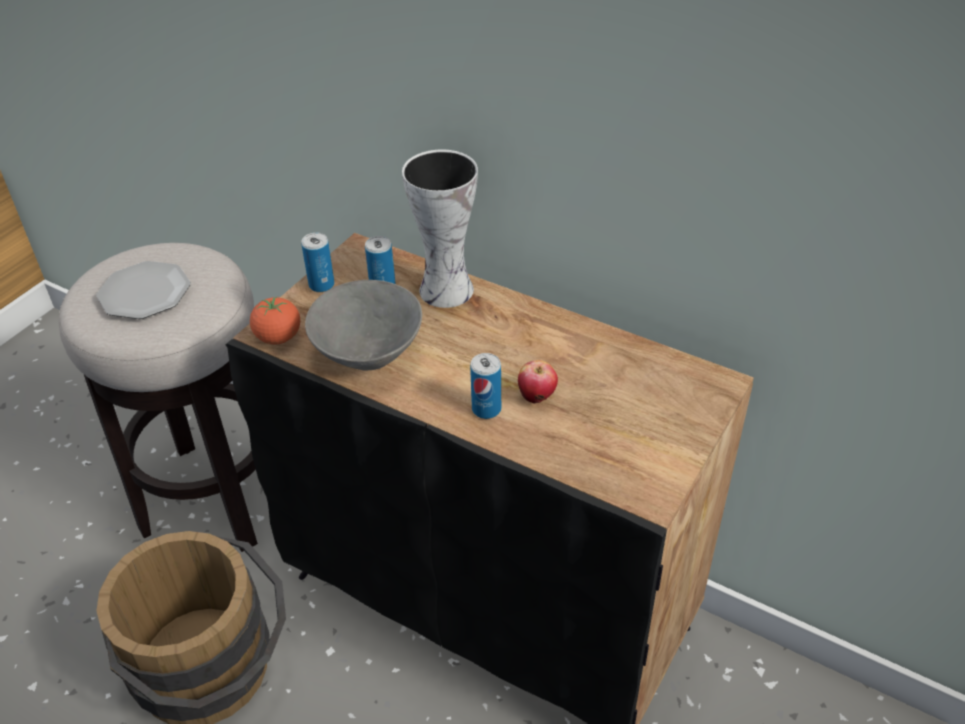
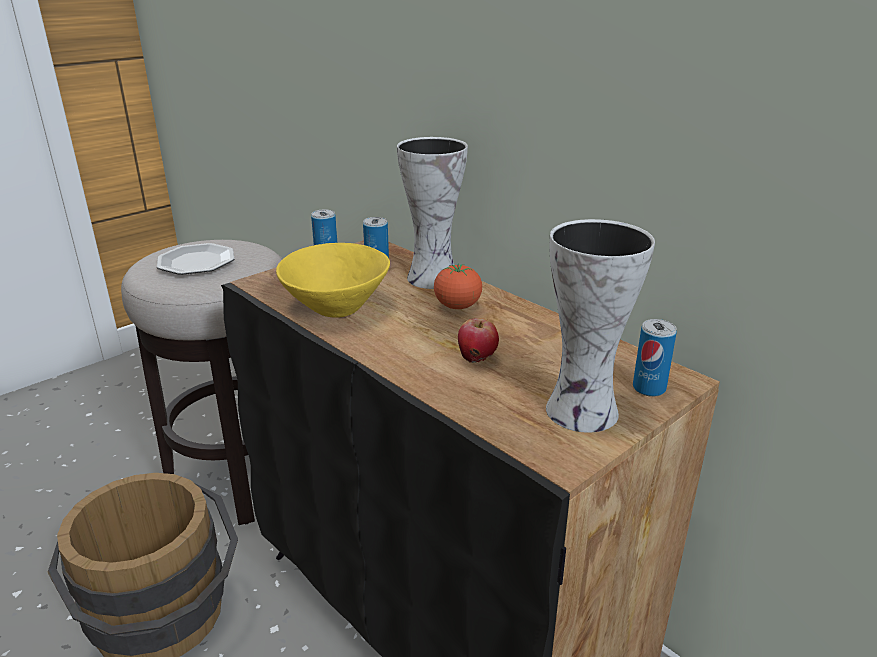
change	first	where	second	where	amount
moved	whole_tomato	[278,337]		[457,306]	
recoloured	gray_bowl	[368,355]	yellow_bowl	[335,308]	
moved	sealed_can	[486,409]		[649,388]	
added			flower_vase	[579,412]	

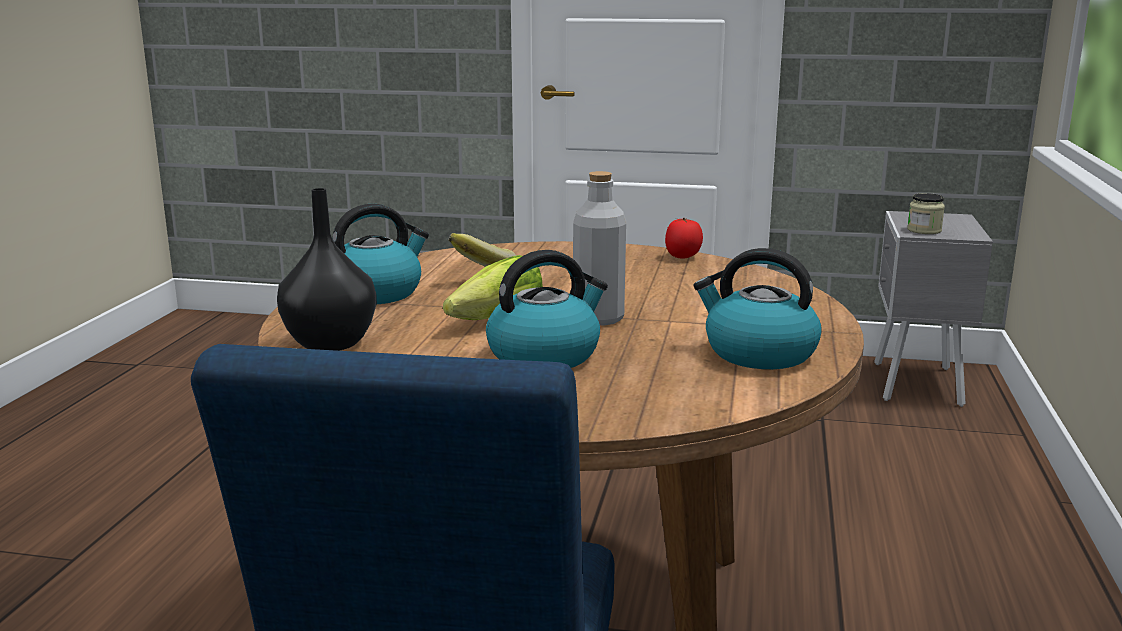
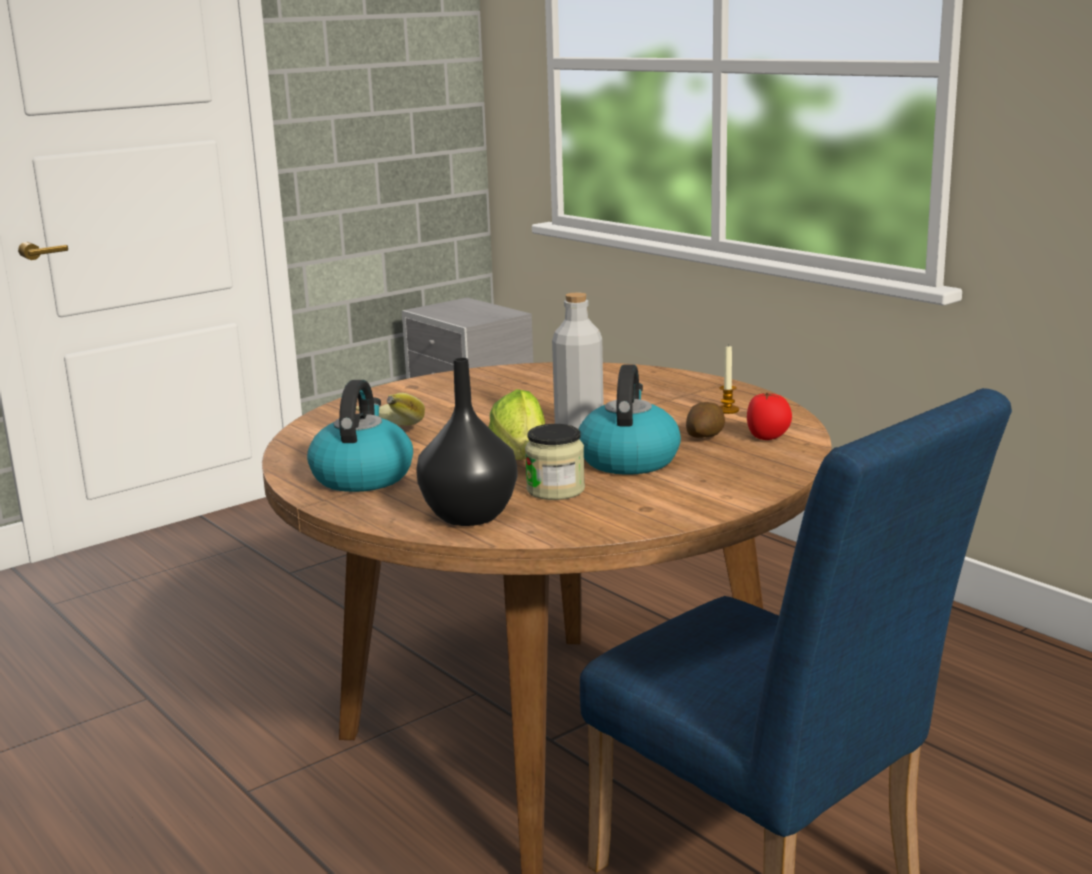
change	first	where	second	where	amount
moved	whole_tomato	[683,257]		[768,437]	
replaced	water_kettle	[758,353]	candle	[727,410]	
moved	storage_jar	[924,230]		[555,490]	
added			whole_potato	[705,436]	

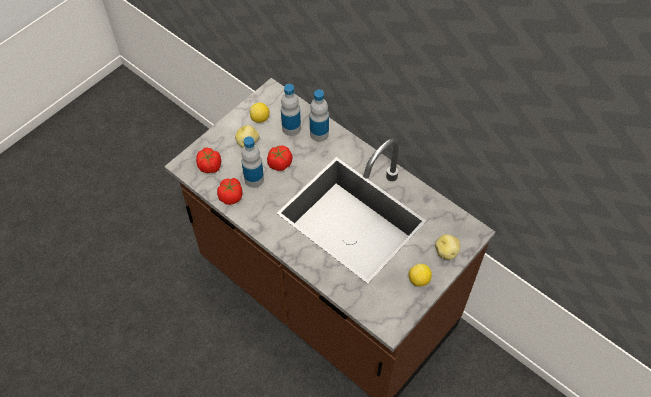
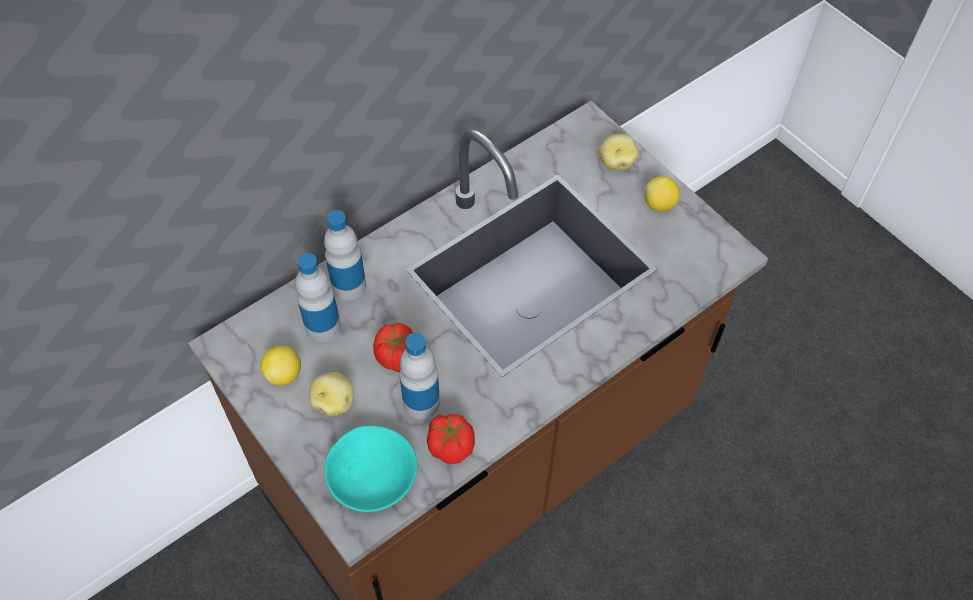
change	first	where	second	where	amount
replaced	whole_tomato	[210,166]	blue-green_bowl	[372,475]	

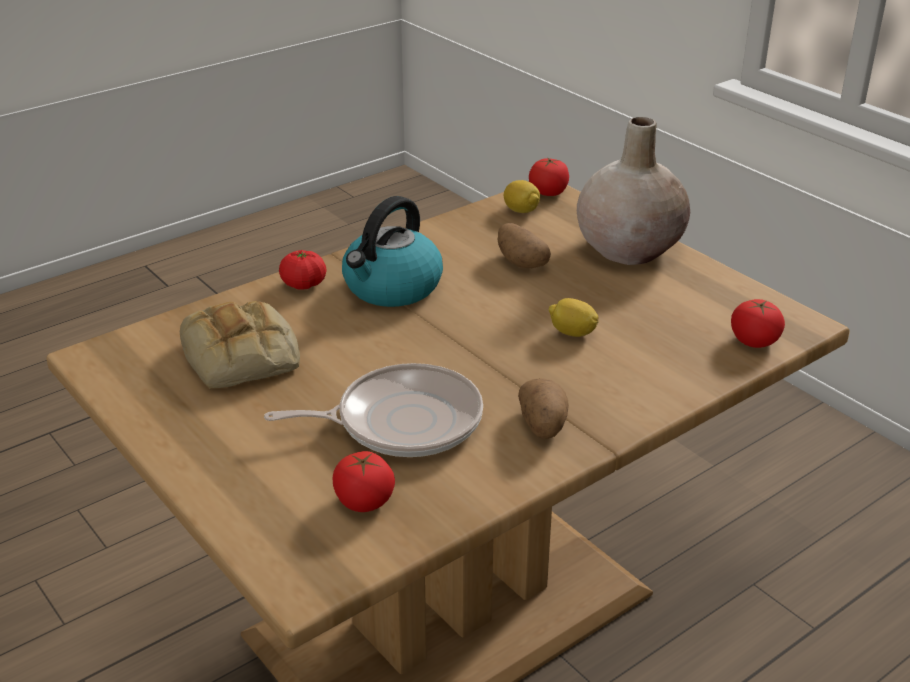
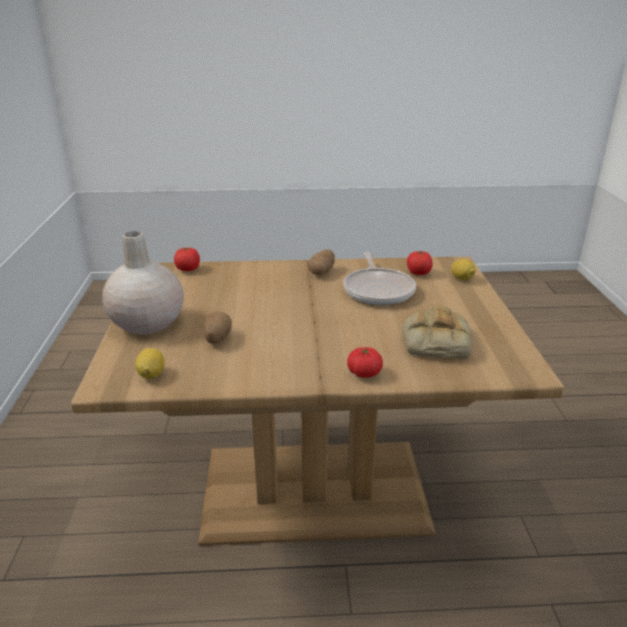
change	first	where	second	where	amount
turned	skillet	[401,421]		[378,290]	120 degrees counterclockwise
removed	water_kettle	[392,288]			
removed	whole_tomato	[548,193]			
moved	citrus_fruit	[572,333]		[462,279]	

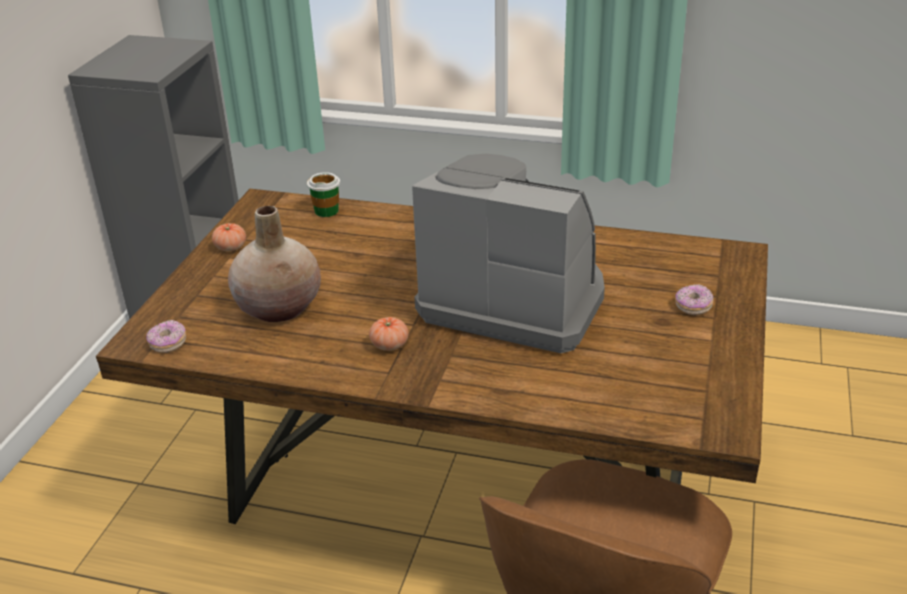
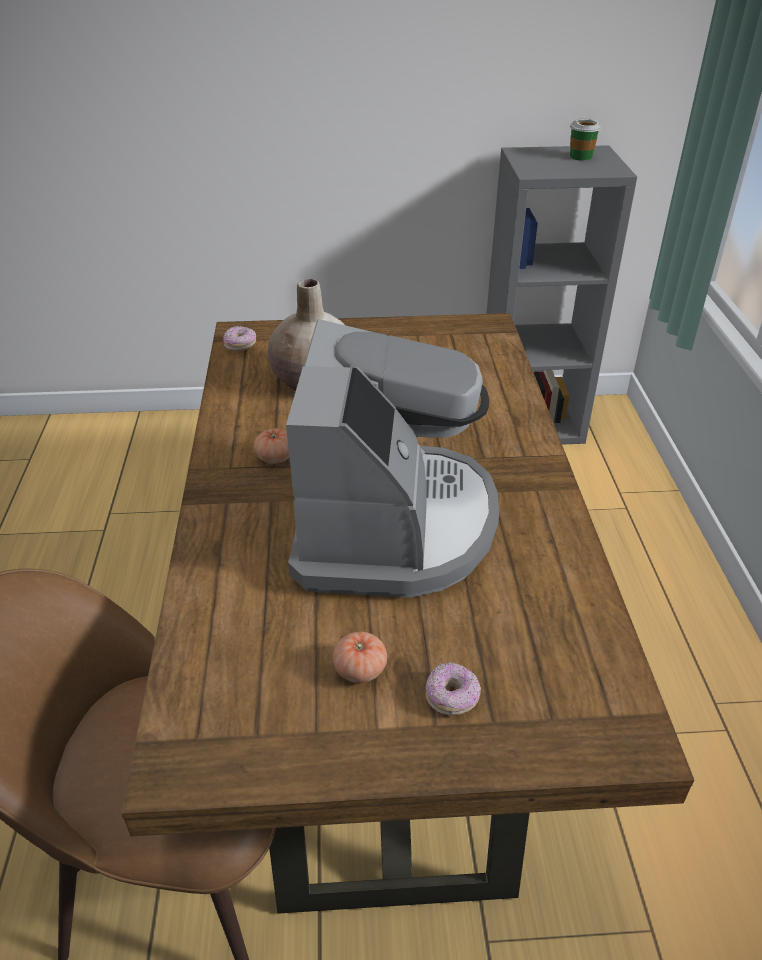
change	first	where	second	where	amount
moved	whole_tomato	[230,247]		[360,669]	
moved	drinking_cup	[326,211]		[581,157]	

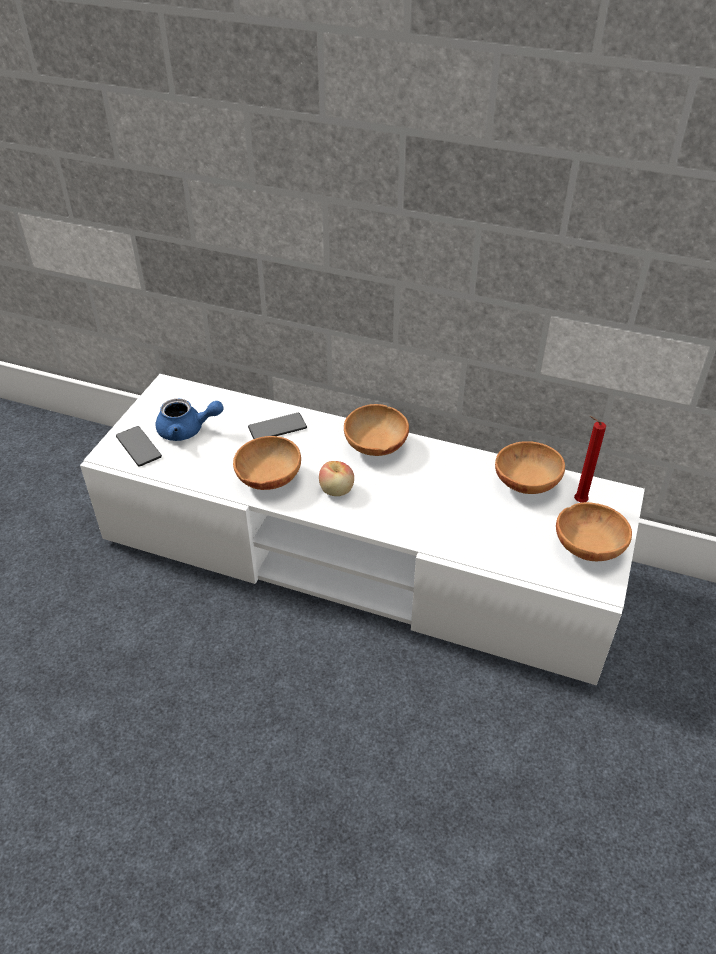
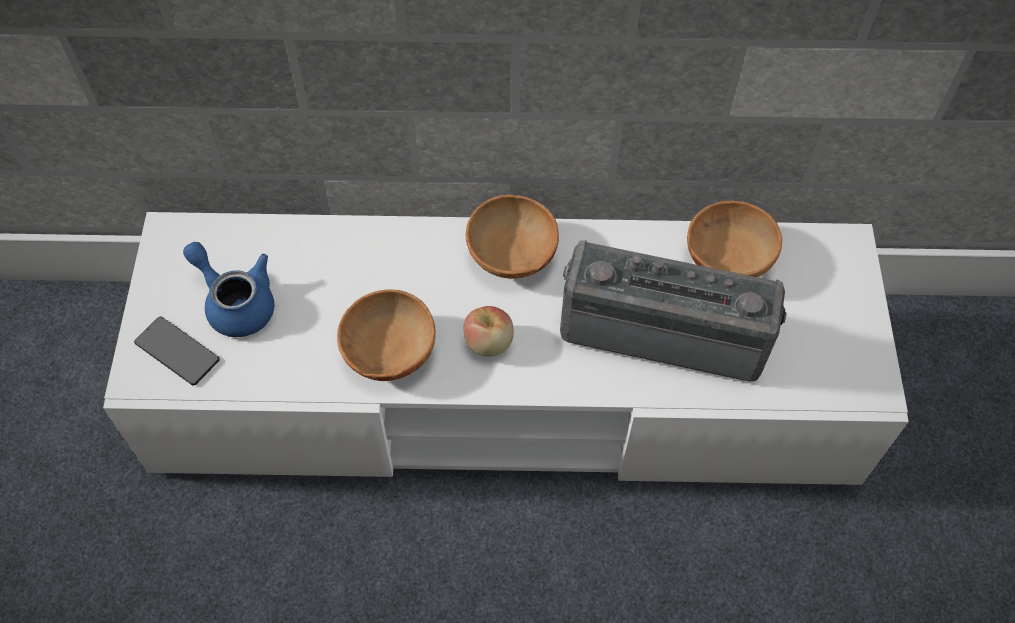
change	first	where	second	where	amount
turned	blue-coloured_teapot	[187,430]		[236,302]	120 degrees counterclockwise
removed	handset	[277,428]			
removed	brown_bowl	[588,547]			
removed	red_candle	[577,501]			
added			radio	[664,328]	

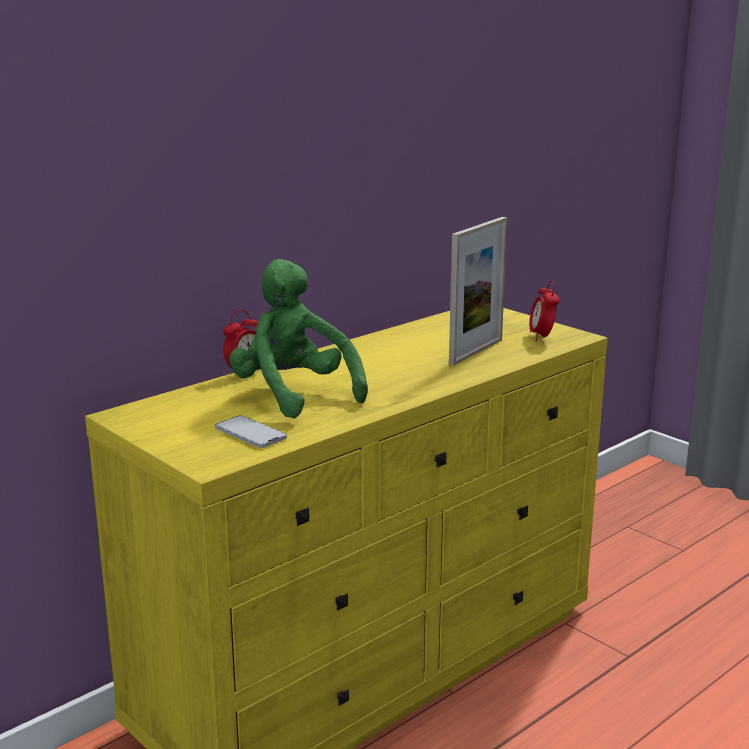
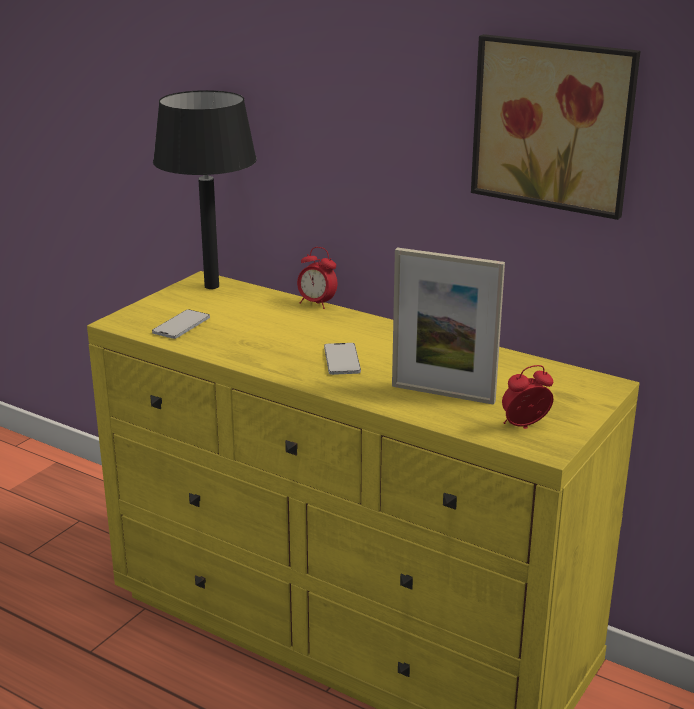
change	first	where	second	where	amount
removed	green_soft_toy	[294,395]			
added			black-coloured_lamp_for_a_table	[211,286]	
added			handset	[342,360]	
added			picture	[555,123]	

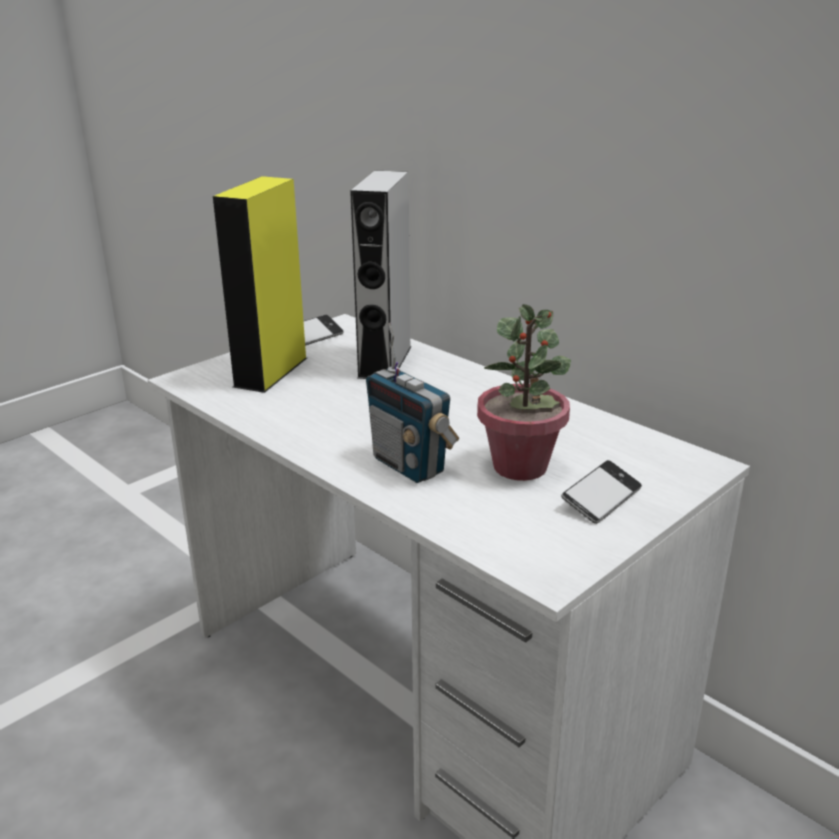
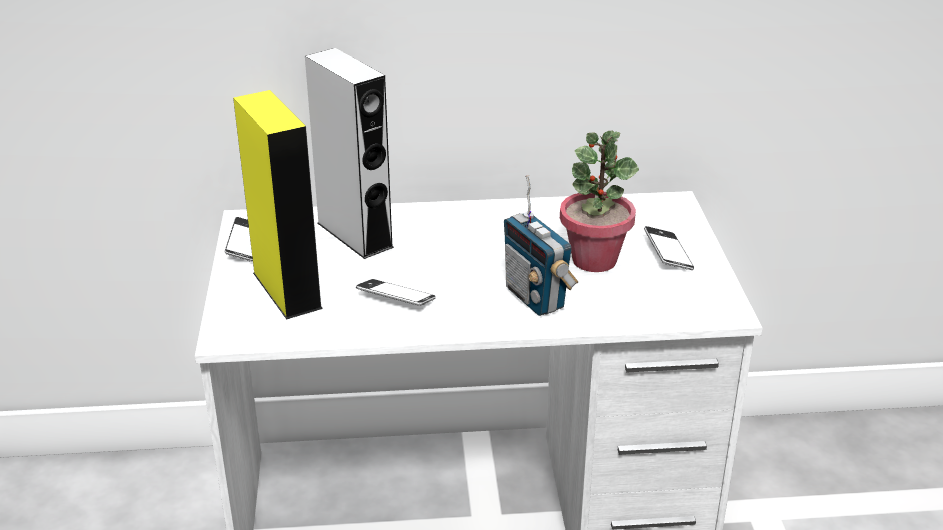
change	first	where	second	where	amount
turned	radio	[409,465]		[536,298]	60 degrees clockwise
added			handset	[396,298]	

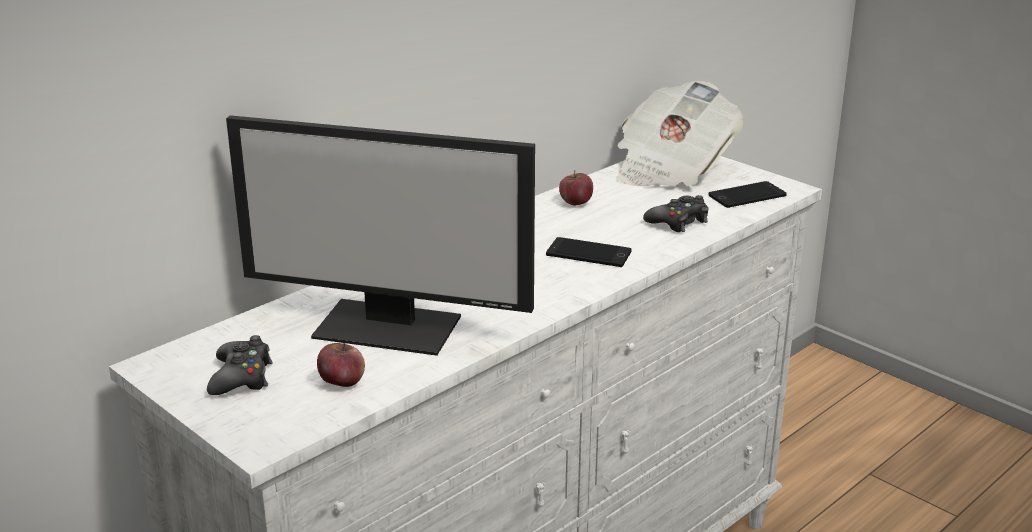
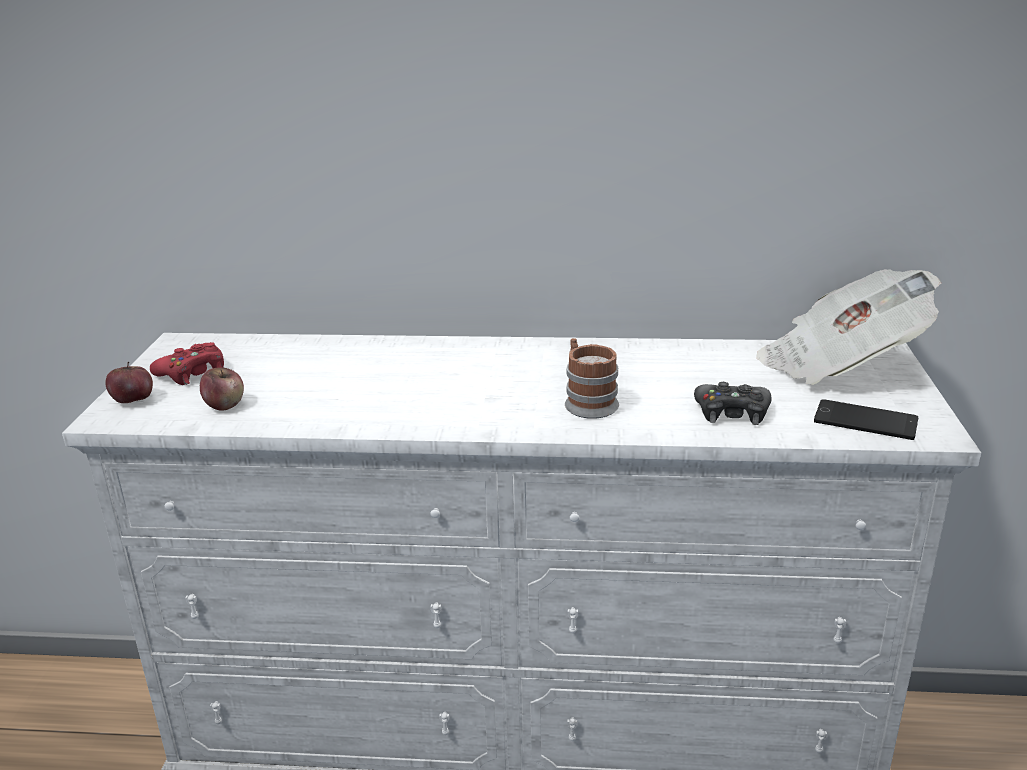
change	first	where	second	where	amount
recoloured	black-coloured_gamepad	[241,377]	red_gamepad	[192,372]	
removed	computer_screen	[390,326]			
replaced	handset	[588,253]	coffee_mug	[587,402]	
moved	whole_apple	[575,203]		[133,400]	

